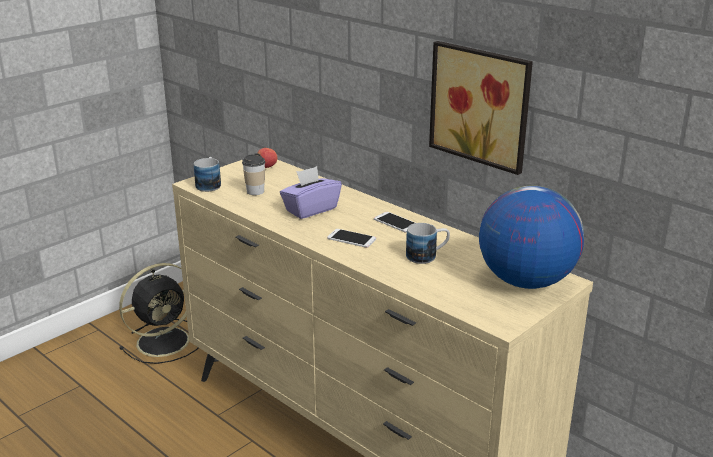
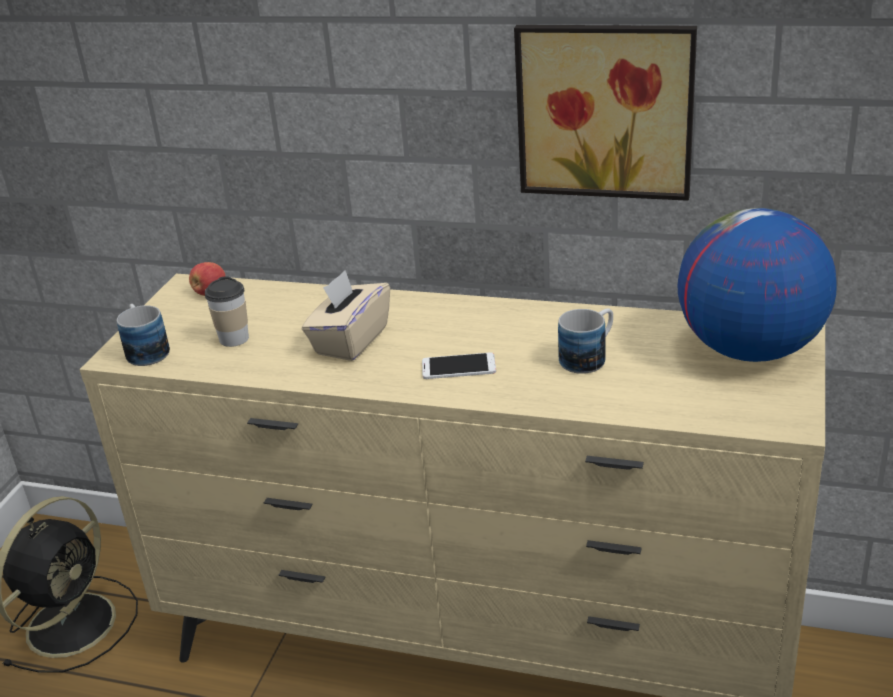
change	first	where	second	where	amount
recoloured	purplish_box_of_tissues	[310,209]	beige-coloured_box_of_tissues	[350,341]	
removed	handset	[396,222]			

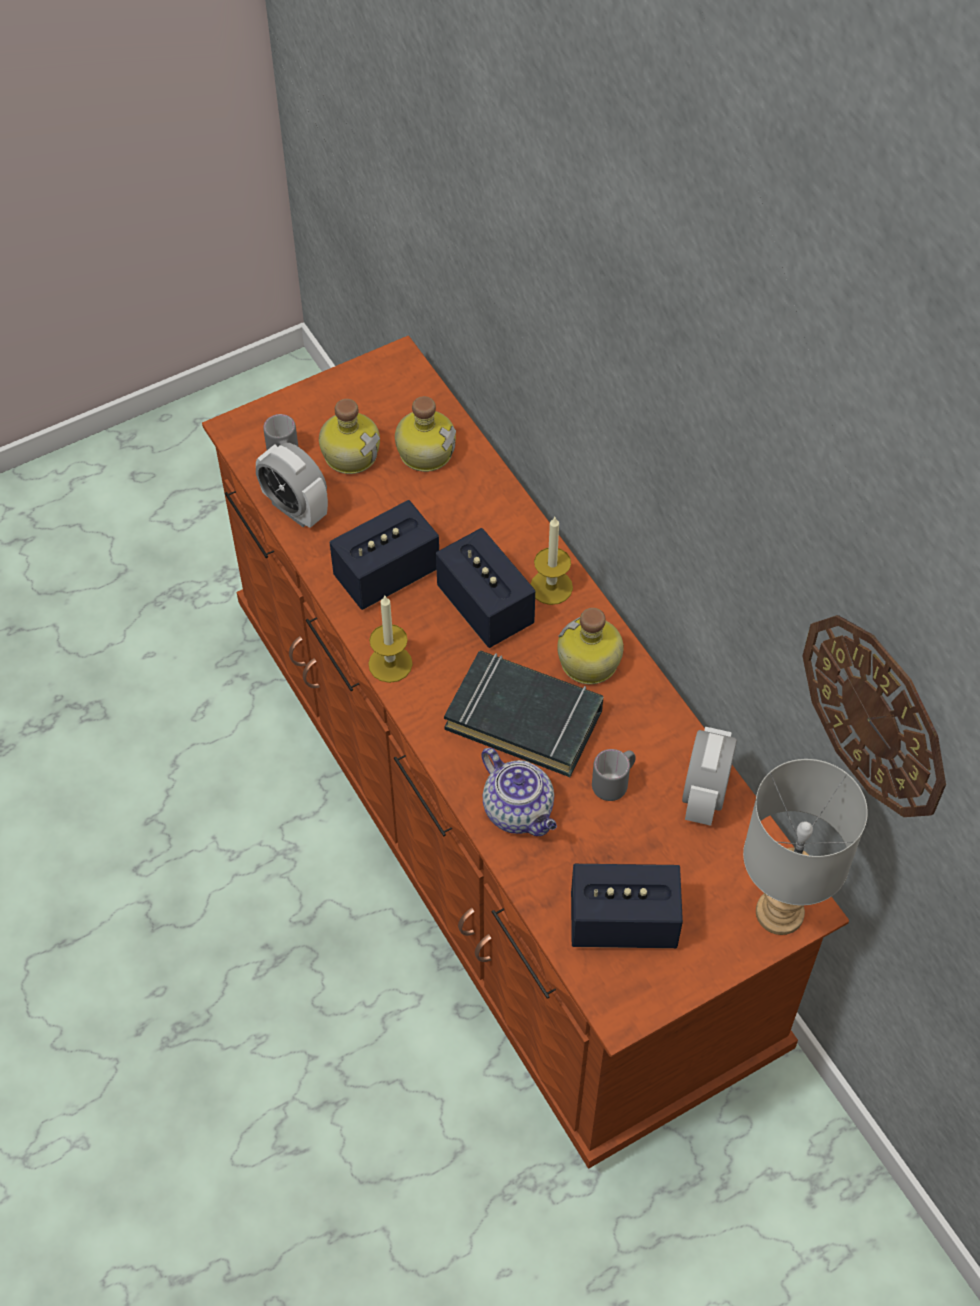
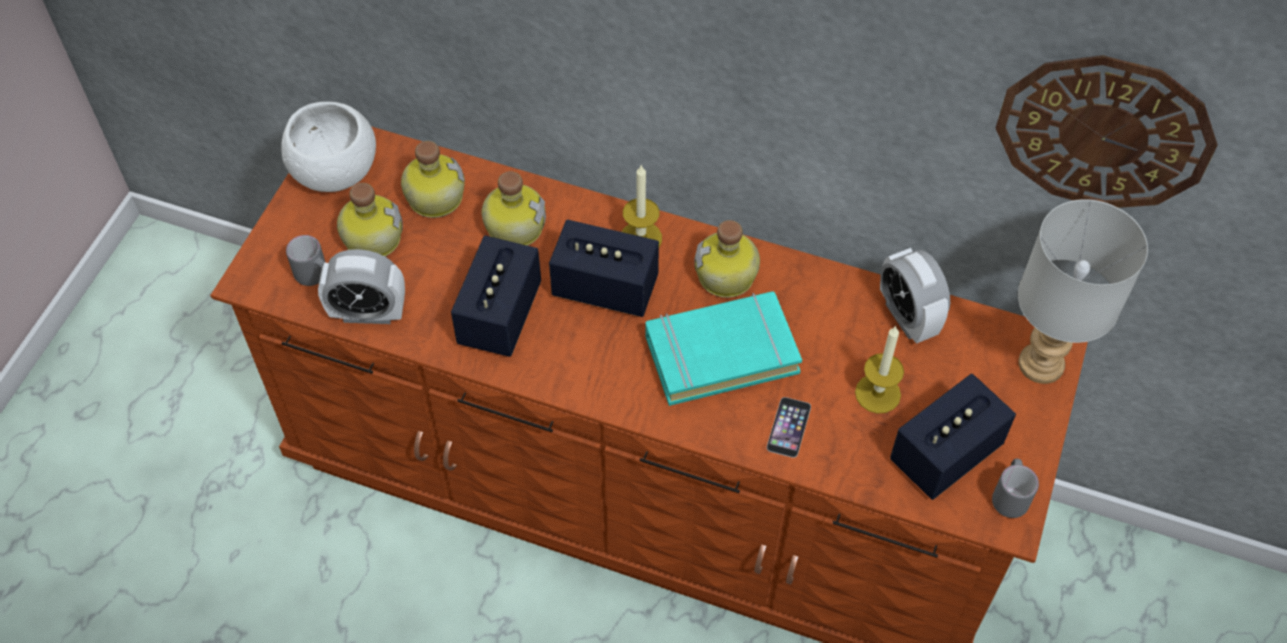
change	first	where	second	where	amount
moved	candle	[390,664]		[877,393]	
recoloured	black-coloured_bound_book	[524,718]	blue-green_bound_book	[721,353]	
replaced	teapot	[520,811]	handset	[789,427]	
moved	gray_coffee_mug	[614,783]		[1009,496]	
added			white_bowl	[335,170]	
added			bottle	[514,226]	

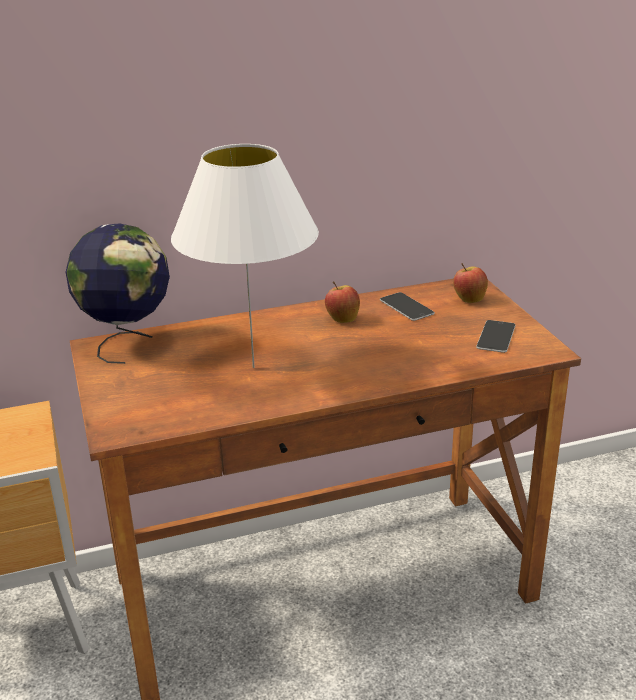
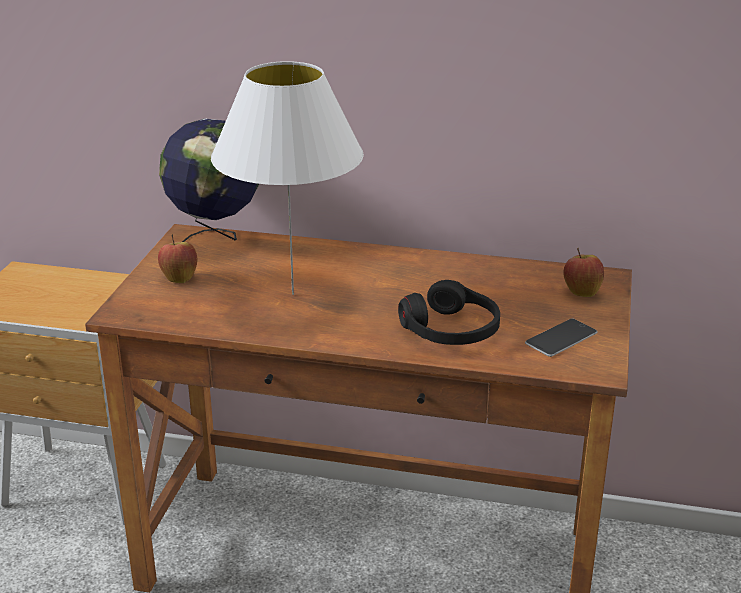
change	first	where	second	where	amount
moved	whole_apple	[342,319]		[179,278]	
removed	handset	[406,307]			
added			black-coloured_pair_of_headphones	[451,330]	

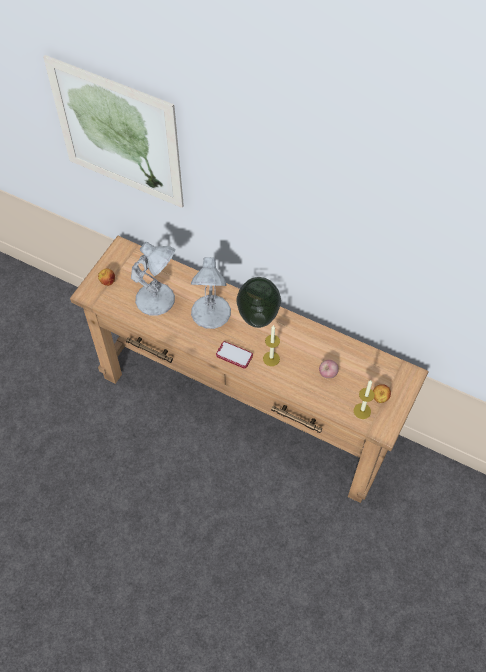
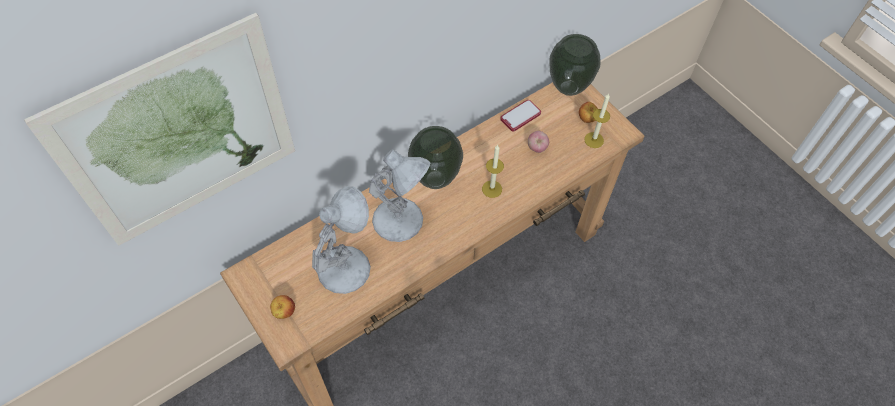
change	first	where	second	where	amount
moved	handset	[234,355]		[520,116]	
added			flower_vase	[568,88]	

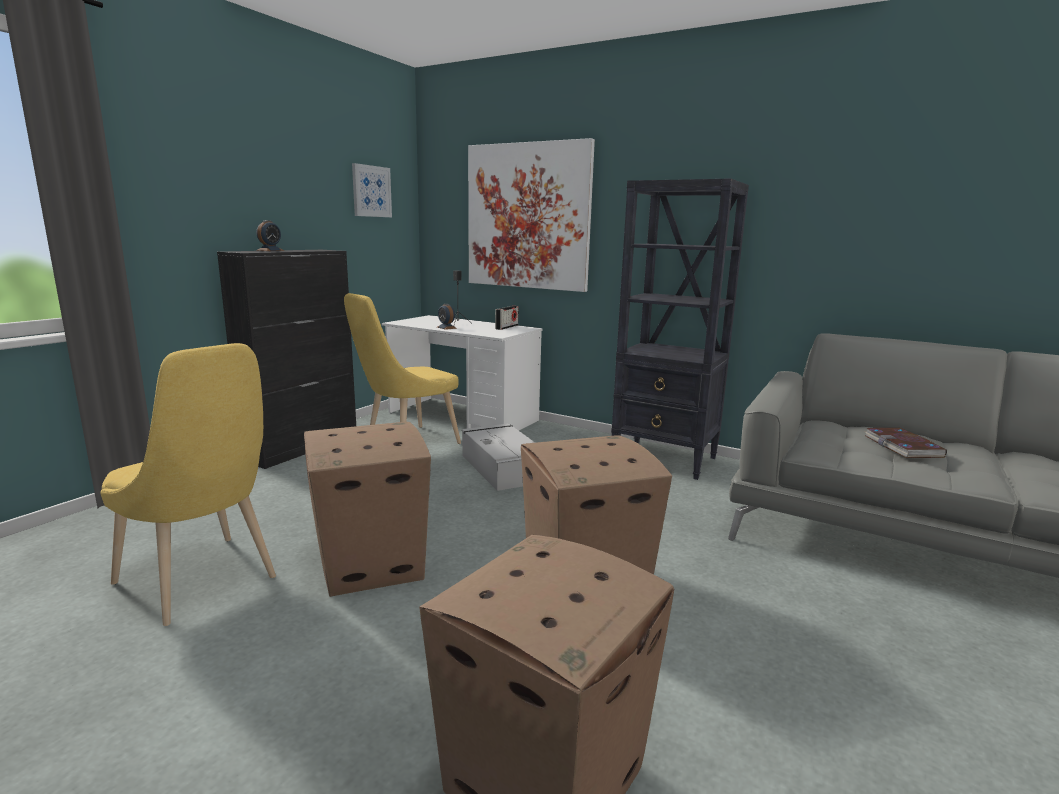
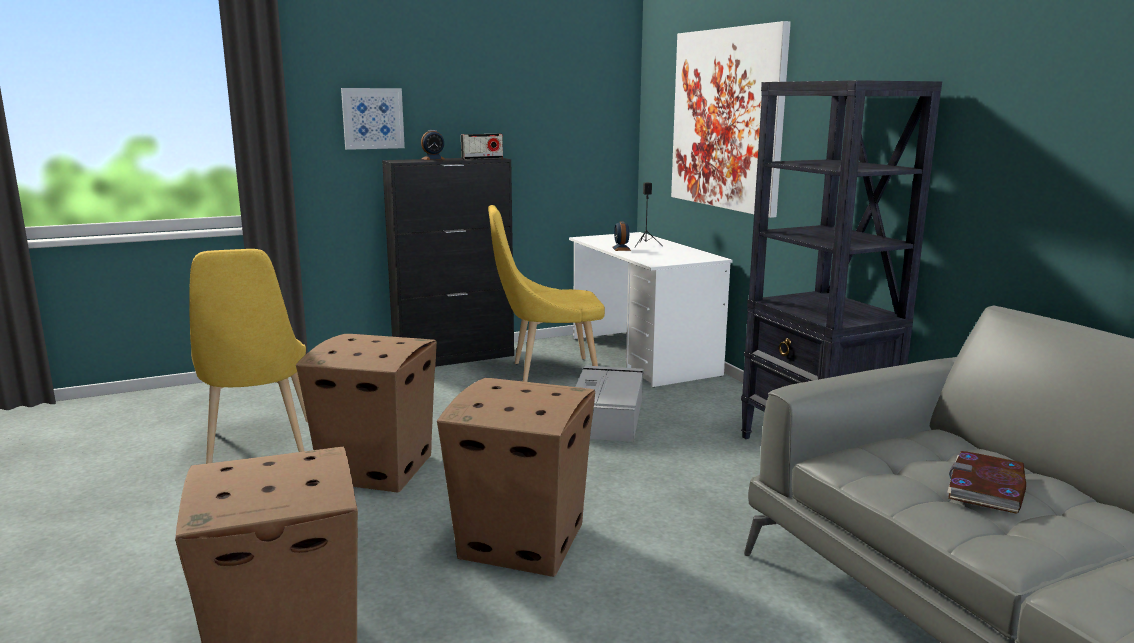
change	first	where	second	where	amount
moved	picture	[371,191]		[373,118]	
moved	radio	[507,327]		[482,158]	

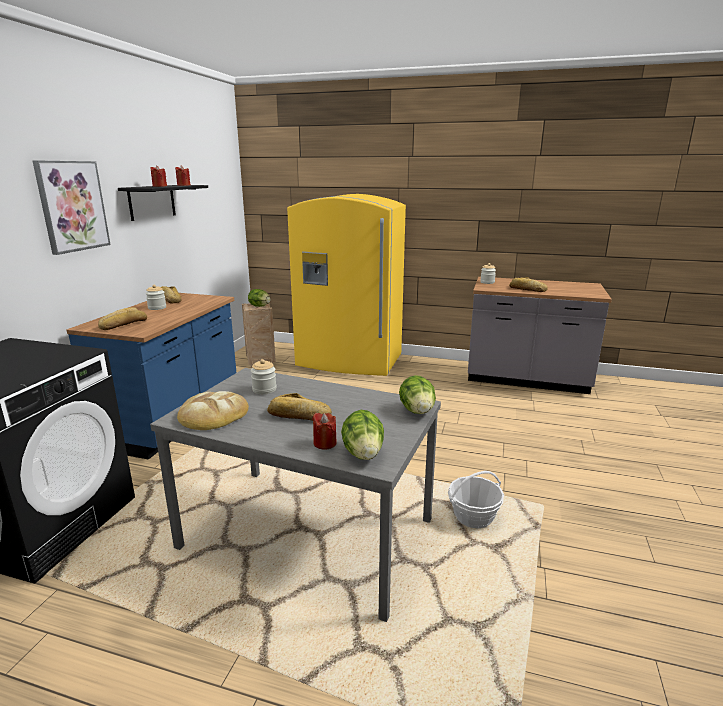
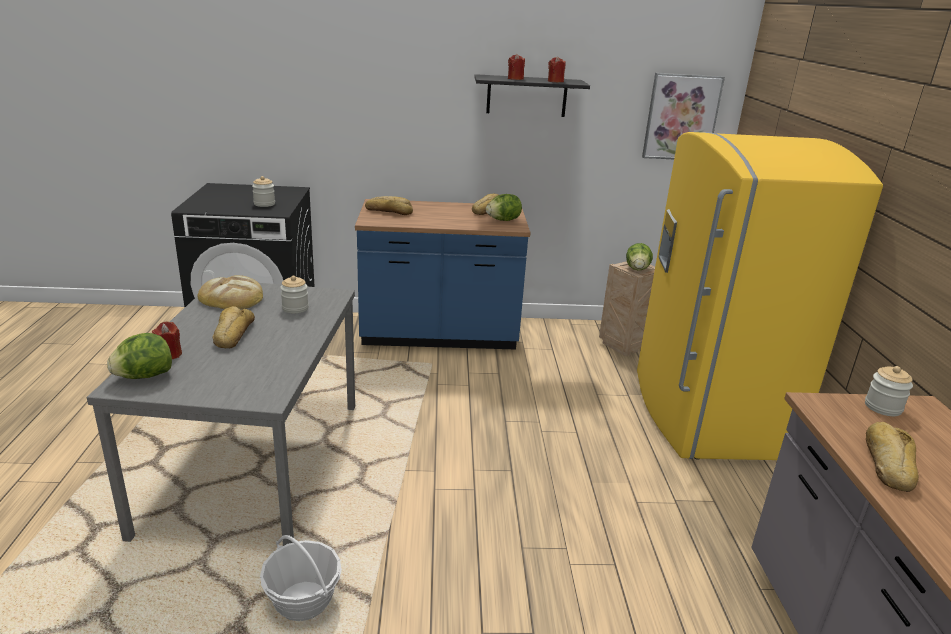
change	first	where	second	where	amount
moved	picture	[72,206]		[681,117]	
moved	storage_jar	[157,308]		[264,204]	
moved	lettuce_head	[417,411]		[503,220]	

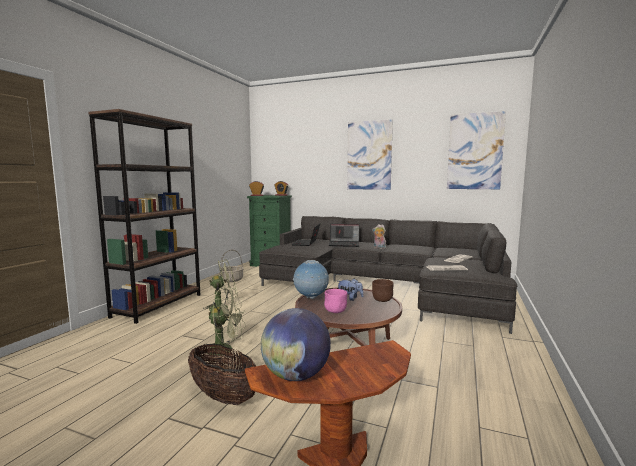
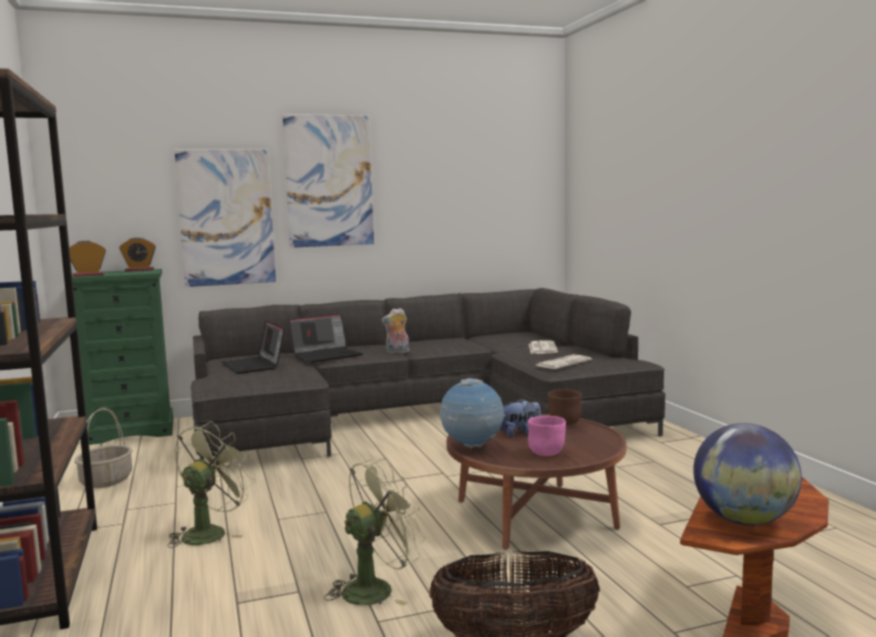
change	first	where	second	where	amount
moved	picture	[475,151]		[226,217]	

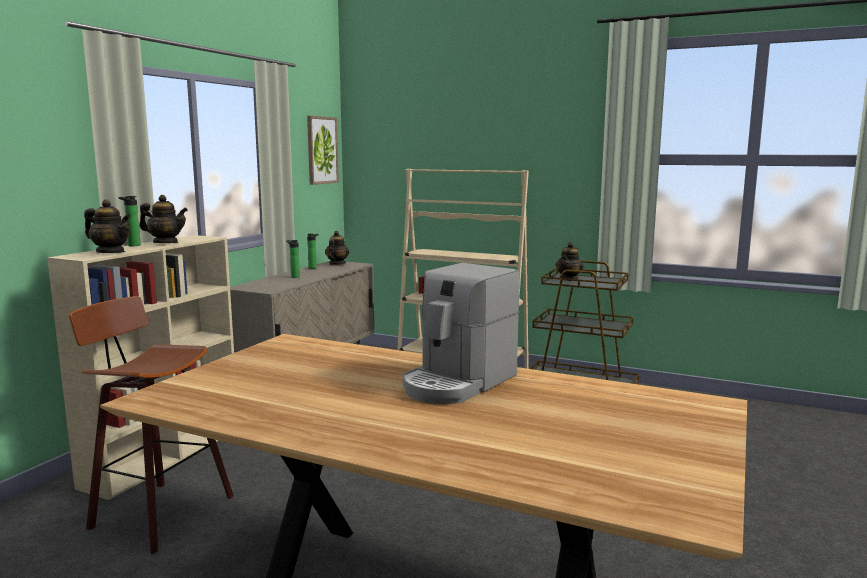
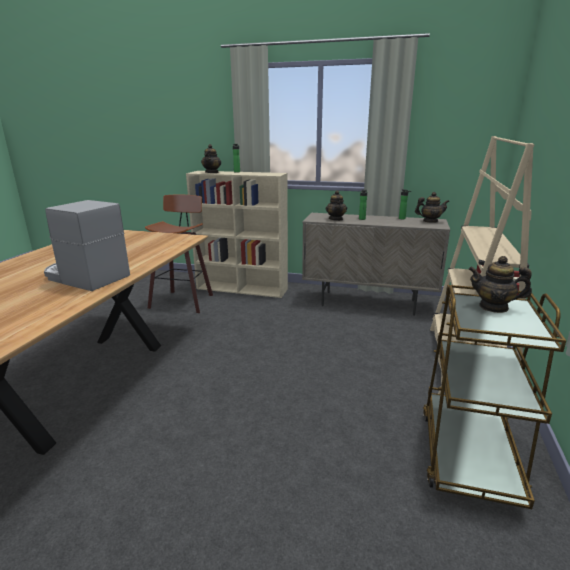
change	first	where	second	where	amount
moved	teapot	[165,243]		[336,219]	
removed	picture	[321,150]			

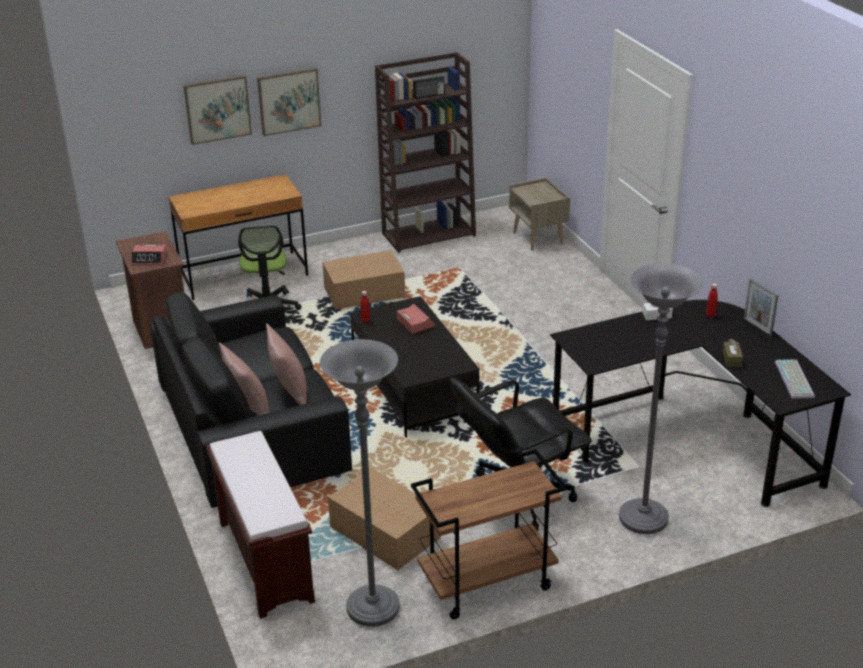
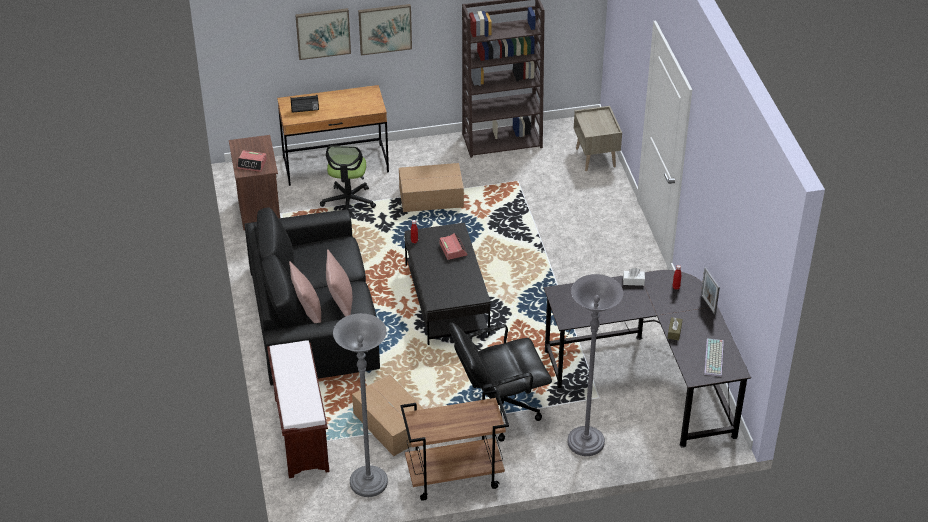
change	first	where	second	where	amount
moved	radio	[429,95]		[305,110]	

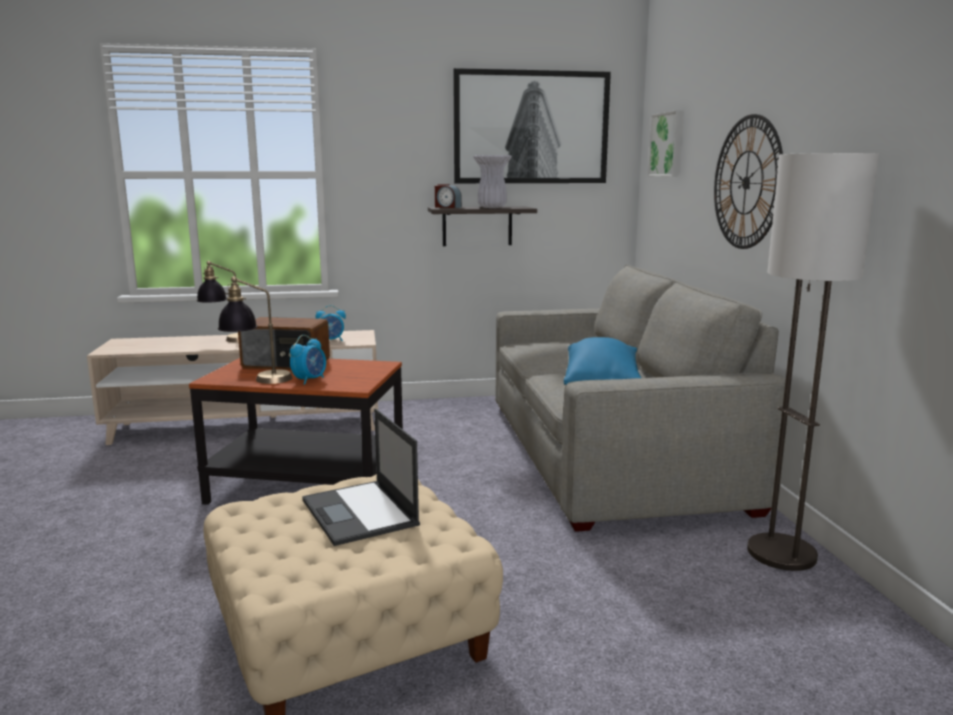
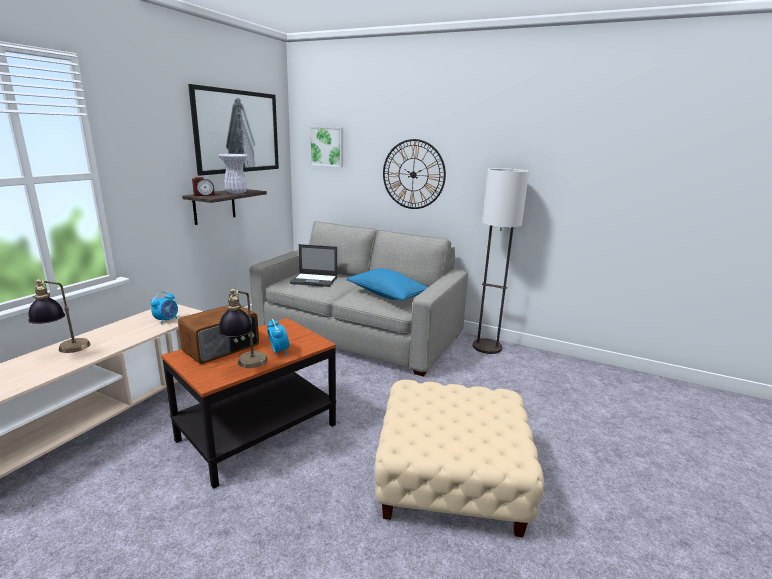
change	first	where	second	where	amount
moved	portable_computer	[360,513]		[315,280]	

